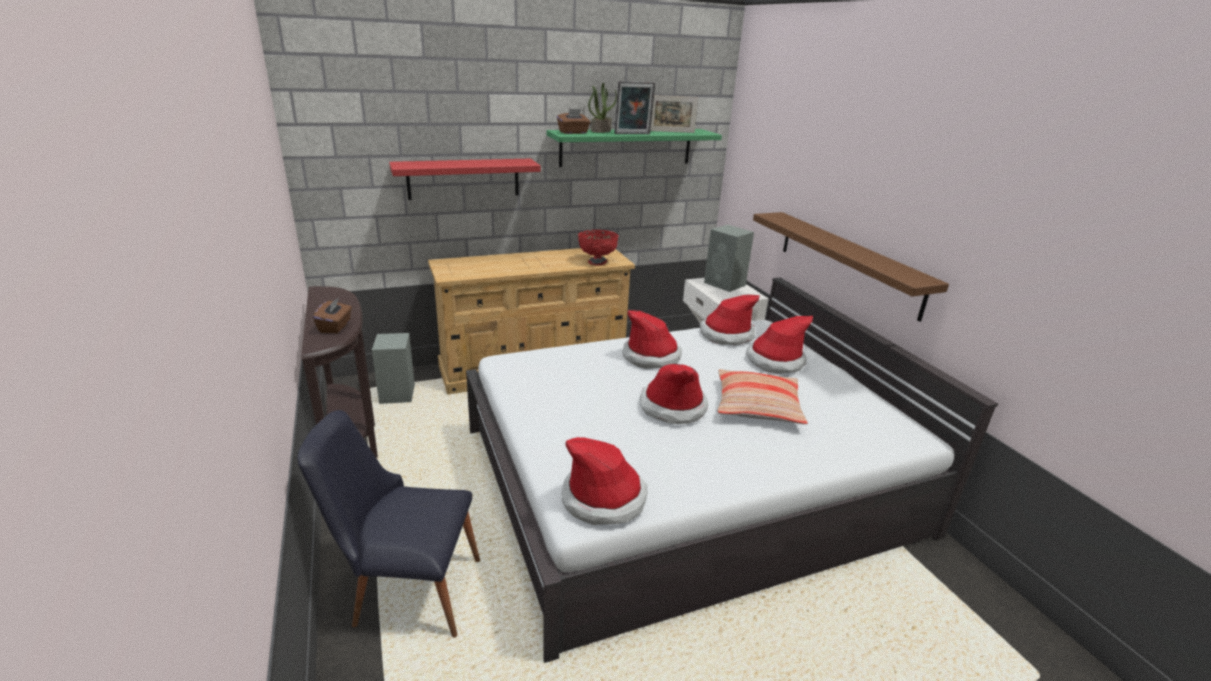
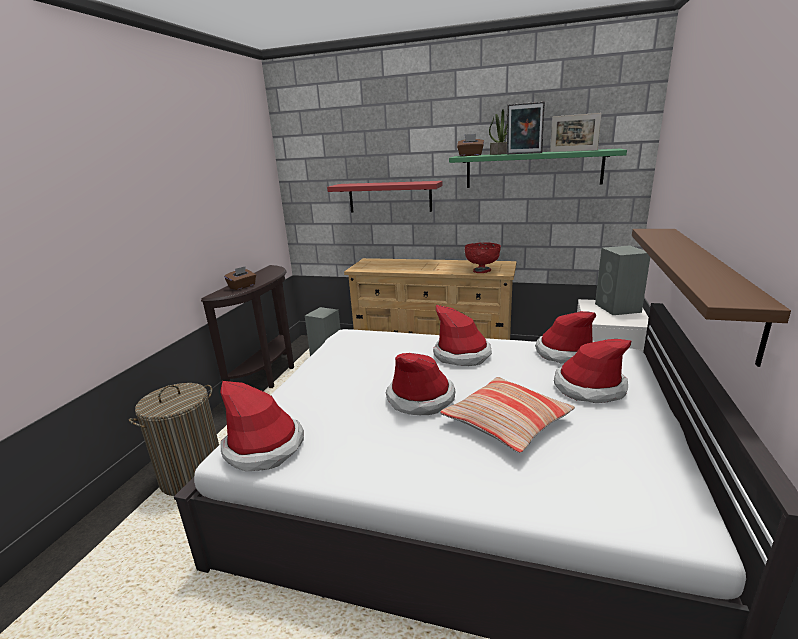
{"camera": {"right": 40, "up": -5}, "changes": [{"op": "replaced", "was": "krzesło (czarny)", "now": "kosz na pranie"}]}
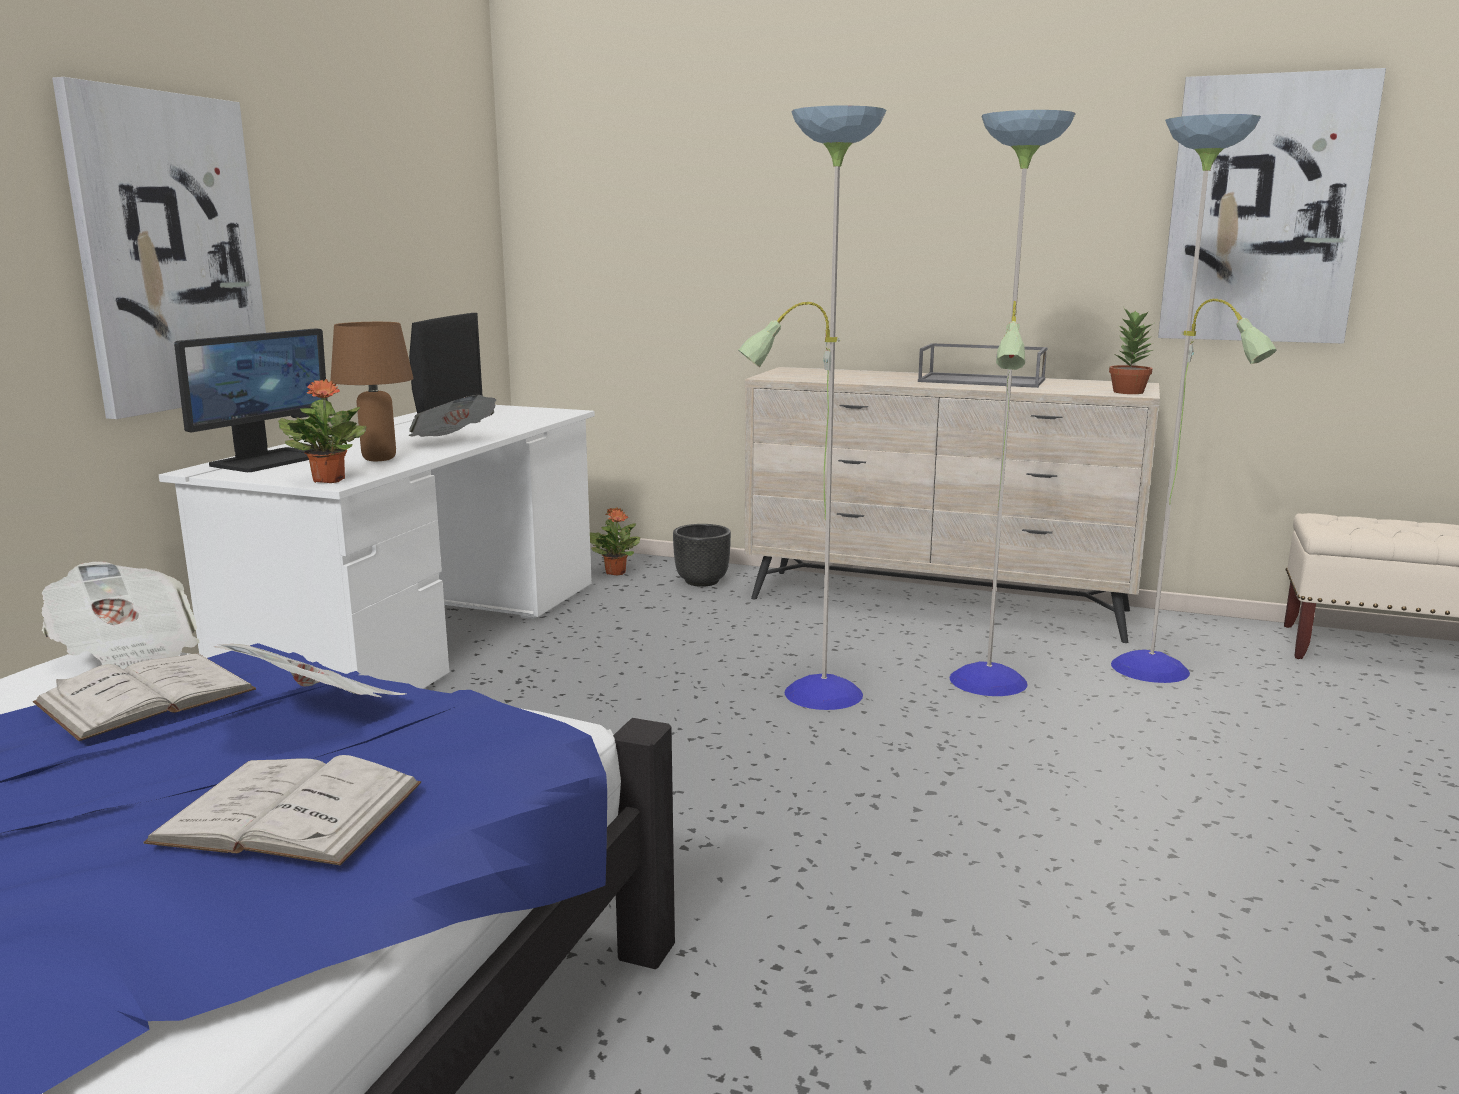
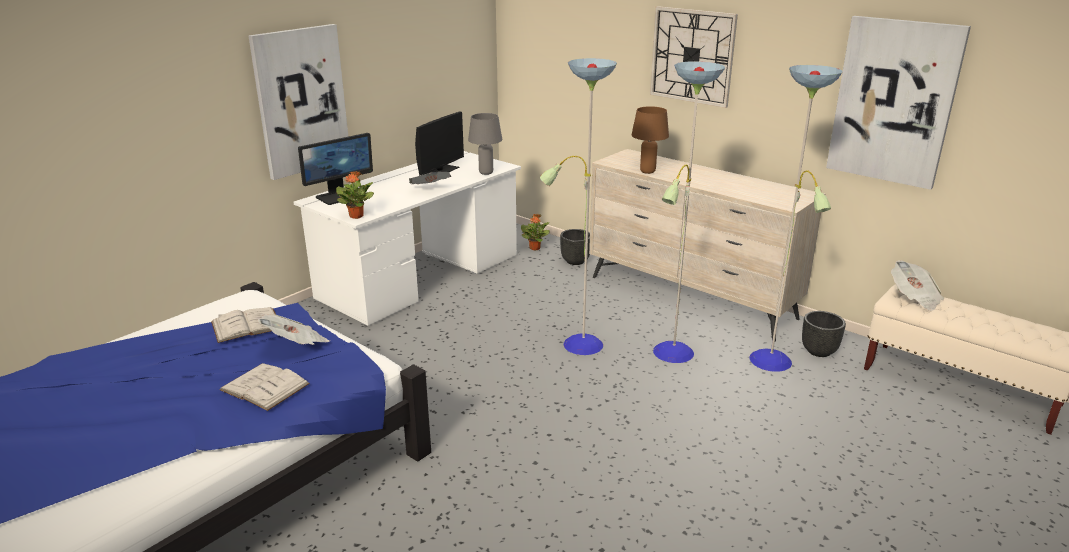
{"camera": {"right": 20, "up": 10}, "changes": [{"op": "moved", "was": "gazeta (1st from left in the first image)", "now": "gazeta (3rd from left)"}, {"op": "moved", "was": "lampa stołowa (brązowy)"}, {"op": "removed", "was": "taca (szary)"}, {"op": "removed", "was": "roślina doniczkowa (3rd from left)"}, {"op": "added", "now": "lampa stołowa (szary)"}, {"op": "added", "now": "zegar ścienny"}, {"op": "added", "now": "donica (czarny) (2nd from left)"}]}
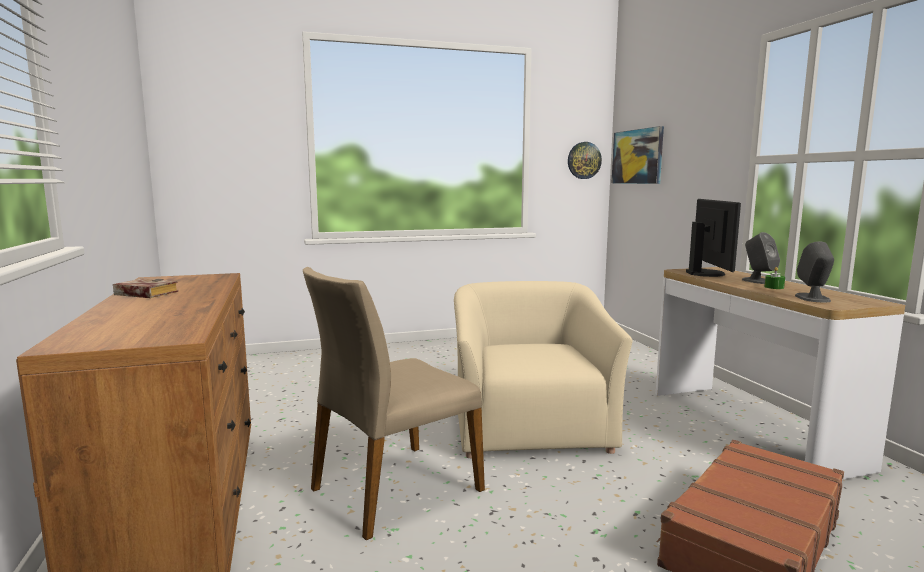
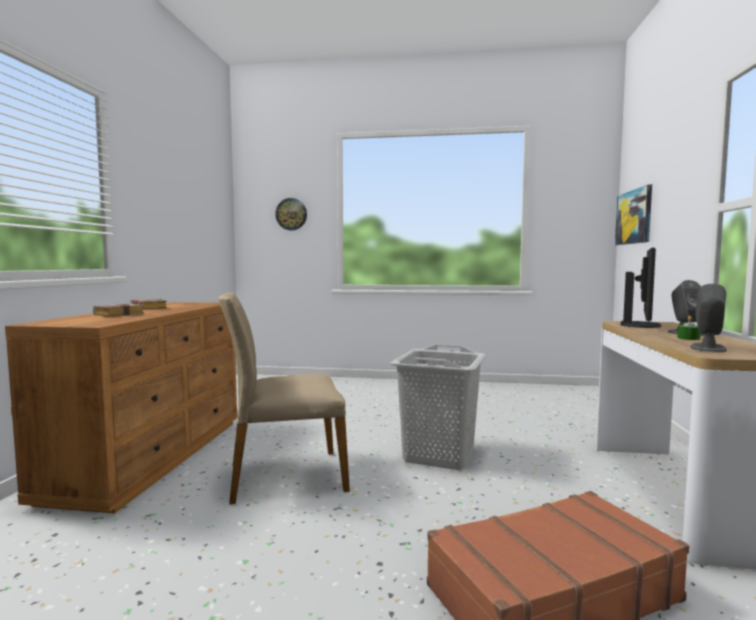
{"camera": {"right": 25, "up": -5}, "changes": [{"op": "replaced", "was": "fotel (beżowy)", "now": "kosz na pranie (szary)"}, {"op": "moved", "was": "zegar ścienny"}, {"op": "added", "now": "książka (1st from left)"}]}
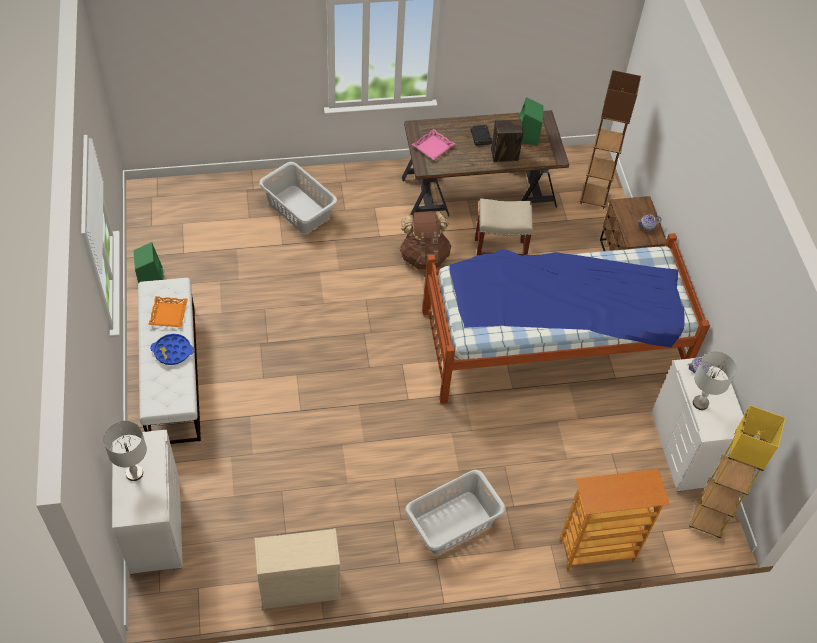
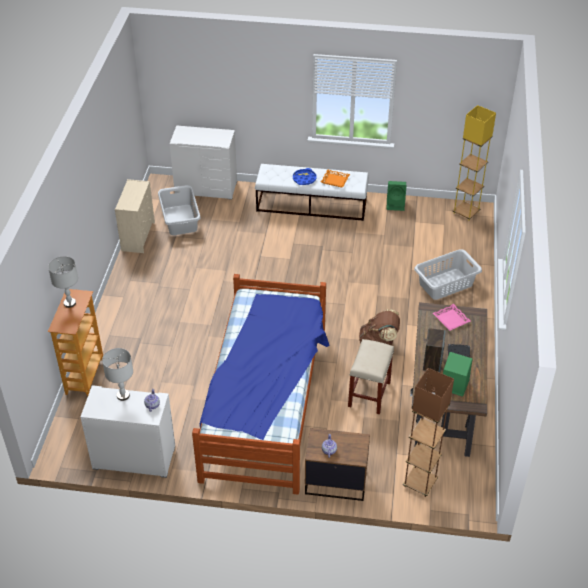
{"camera": {"right": 110, "up": -10}, "changes": [{"op": "moved", "was": "lampa stołowa (szary) (1st from left)"}, {"op": "moved", "was": "kosz na pranie (szary) (2nd from left in the first image)", "now": "kosz na pranie (szary) (1st from left)"}, {"op": "moved", "was": "lampa stojąca (żółty)"}]}
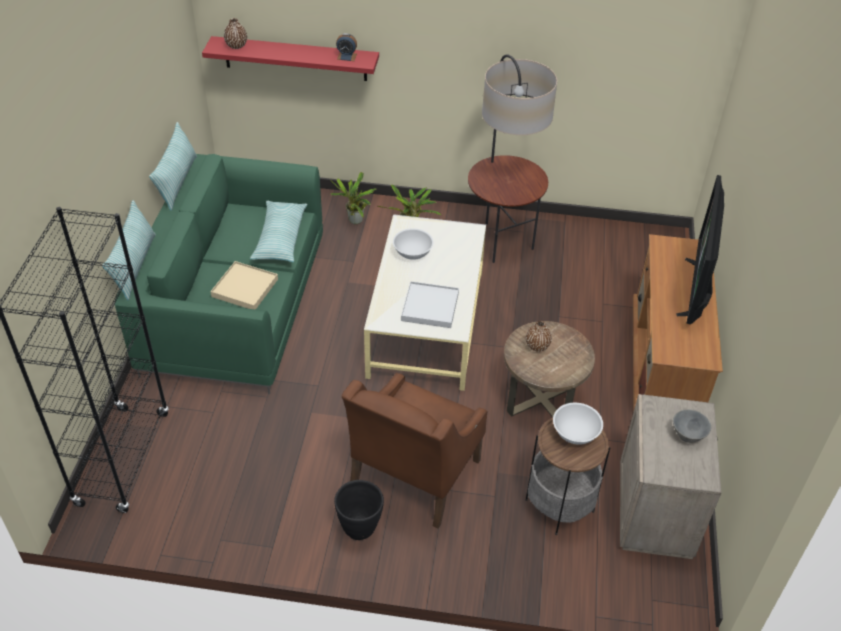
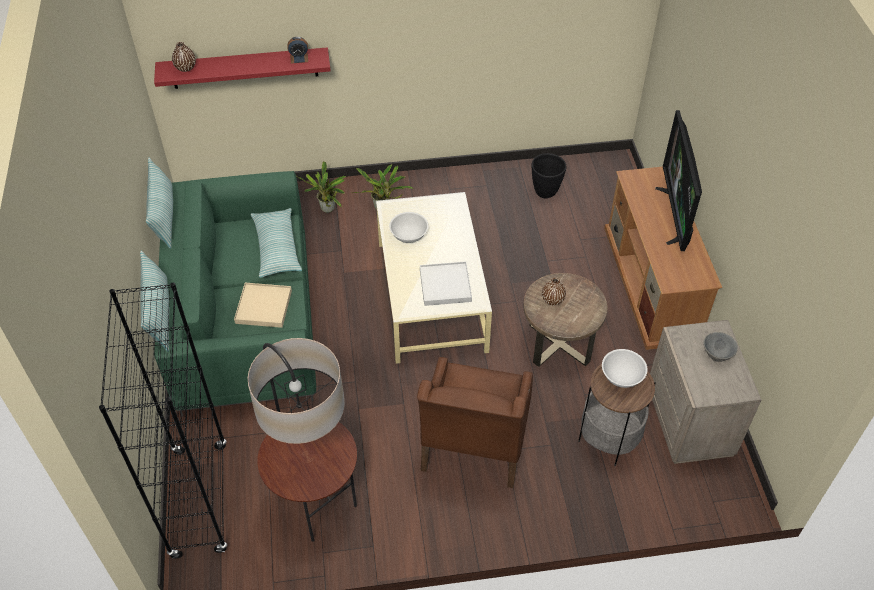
{"camera": {"right": -15, "up": 5}, "changes": [{"op": "moved", "was": "donica (czarny)"}, {"op": "moved", "was": "lampa stojąca"}]}
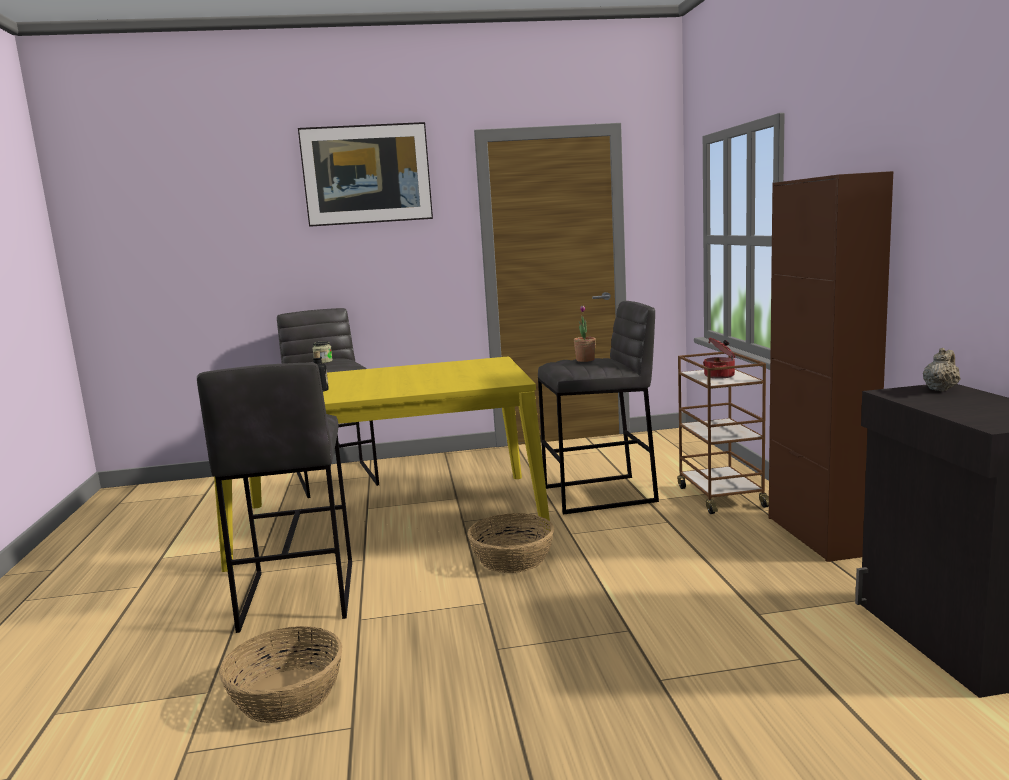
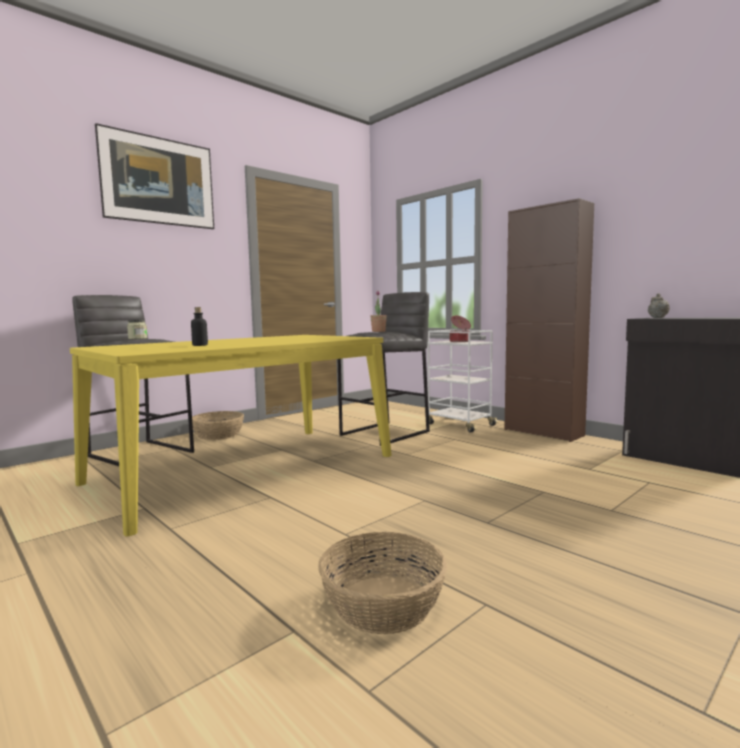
{"camera": {"right": -35, "up": -5}, "changes": [{"op": "removed", "was": "stołek (szary) (1st from left)"}, {"op": "moved", "was": "koszyk (2nd from left in the first image)", "now": "koszyk (1st from left)"}, {"op": "recoloured", "was": "wózek (brązowy)", "now": "wózek (biały)"}]}
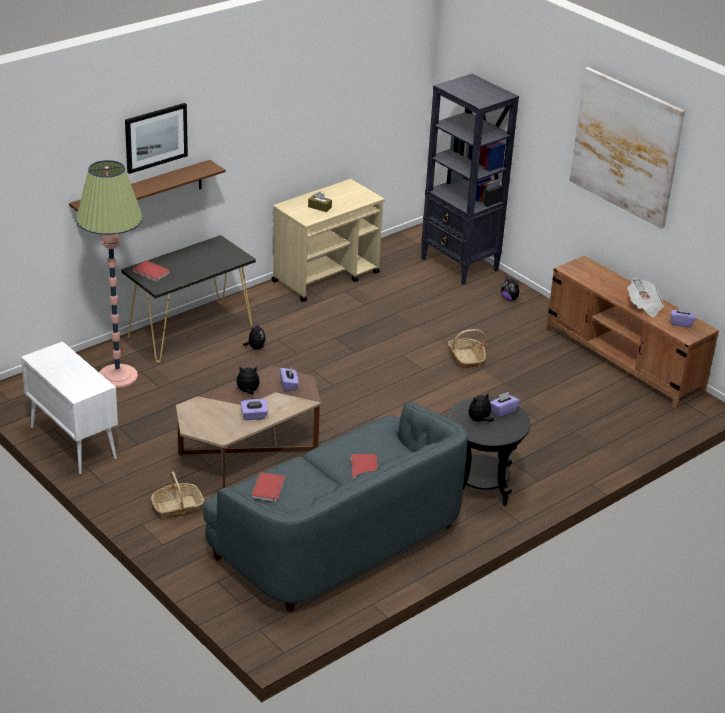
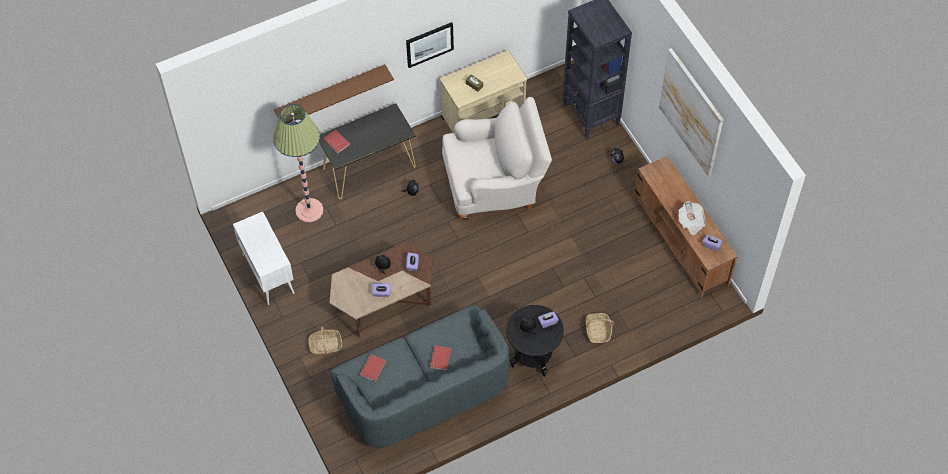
{"camera": {"right": 15, "up": 25}, "changes": [{"op": "moved", "was": "obraz (1st from left)"}, {"op": "moved", "was": "koszyk (2nd from left)"}, {"op": "added", "now": "fotel (biały)"}]}
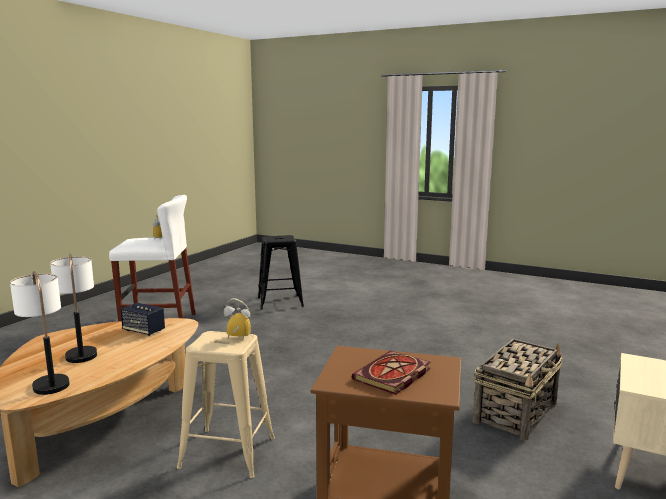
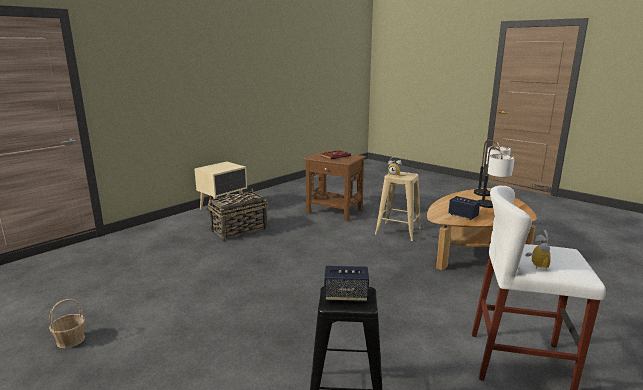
{"camera": {"right": -165, "up": 5}, "changes": [{"op": "added", "now": "koszyk (1st from left)"}, {"op": "added", "now": "głośnik (1st from left)"}]}
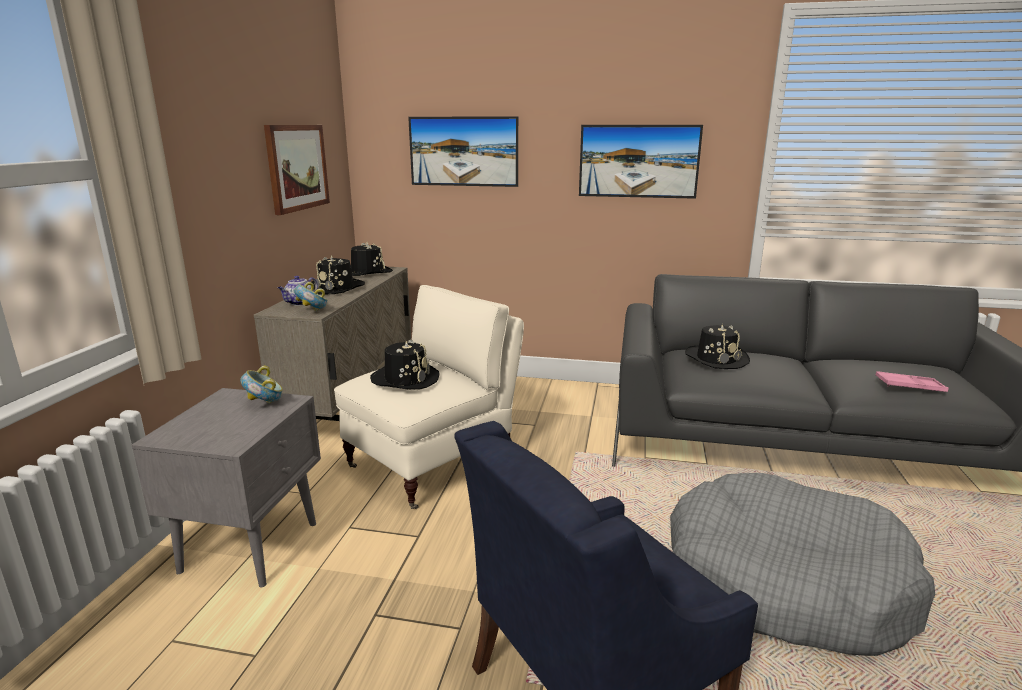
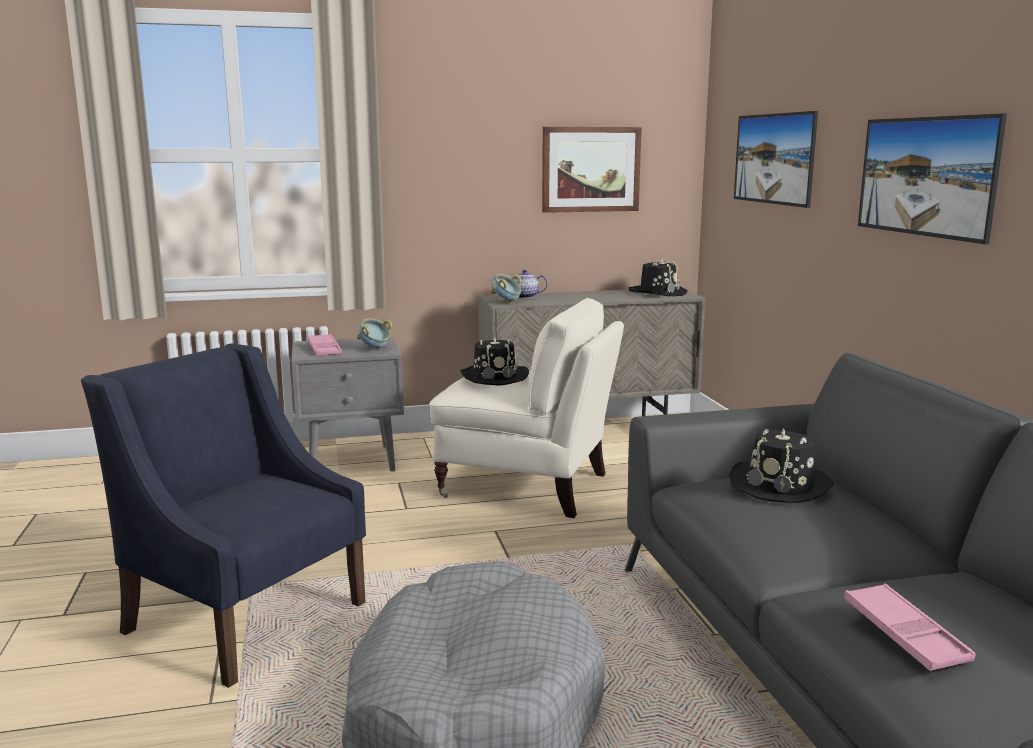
{"camera": {"right": 65, "up": -5}, "changes": [{"op": "removed", "was": "kapelusz (czarny) (1st from left)"}, {"op": "added", "now": "taca (różowy) (1st from left)"}]}
